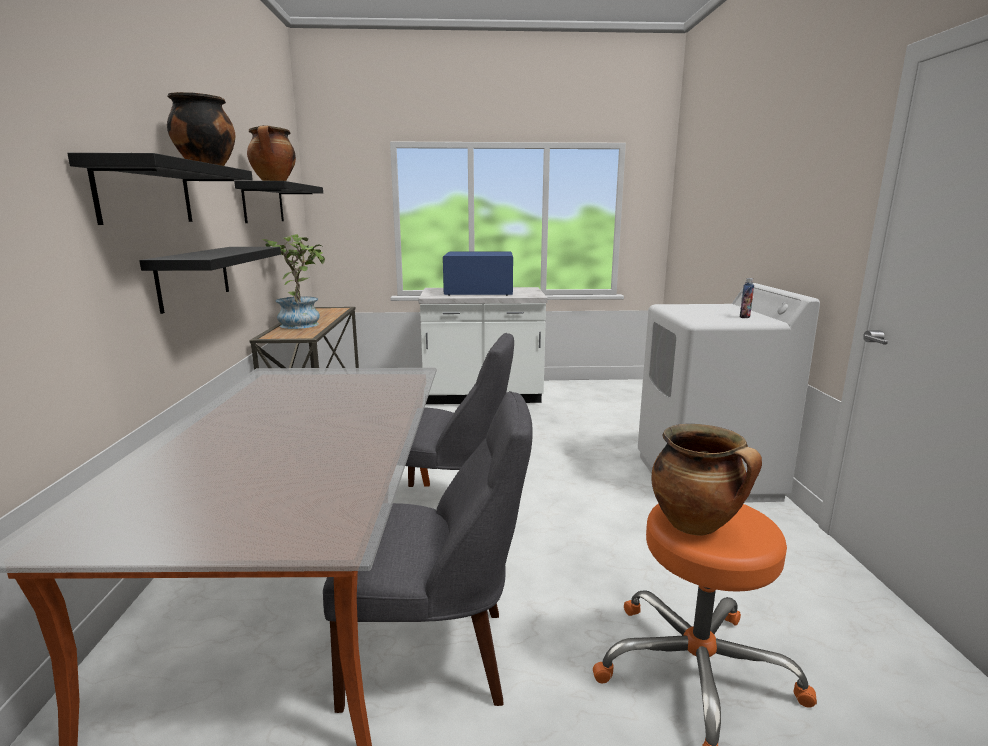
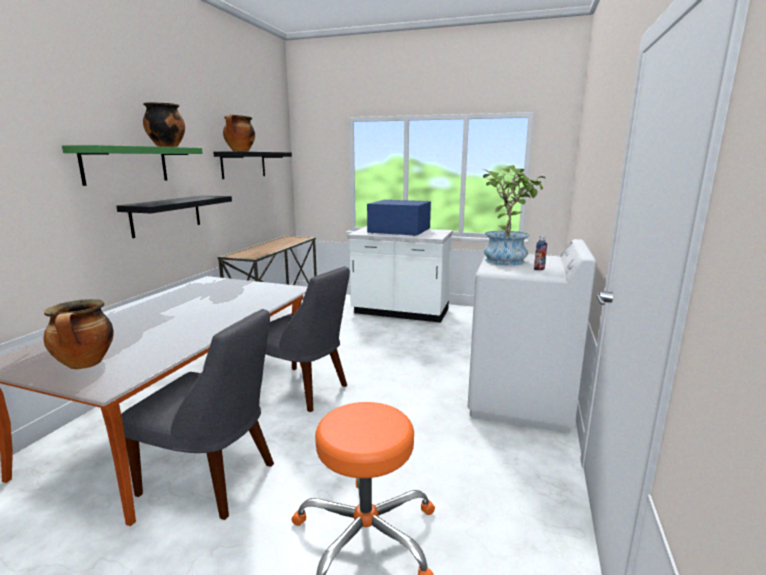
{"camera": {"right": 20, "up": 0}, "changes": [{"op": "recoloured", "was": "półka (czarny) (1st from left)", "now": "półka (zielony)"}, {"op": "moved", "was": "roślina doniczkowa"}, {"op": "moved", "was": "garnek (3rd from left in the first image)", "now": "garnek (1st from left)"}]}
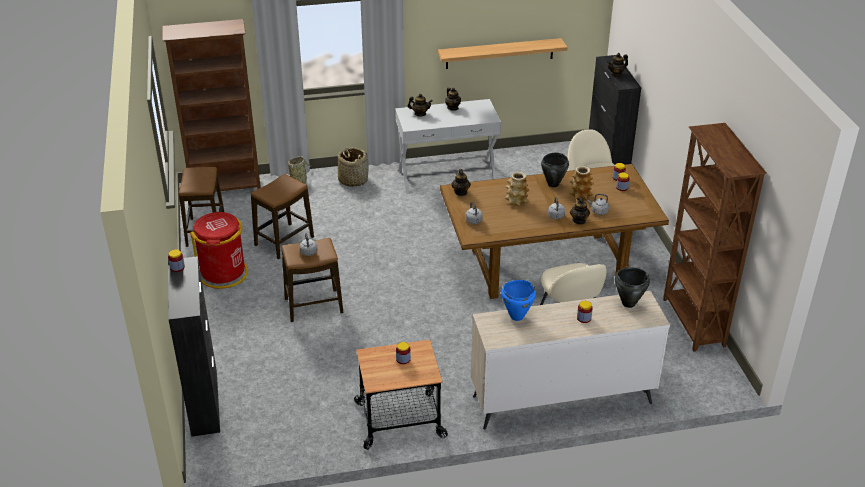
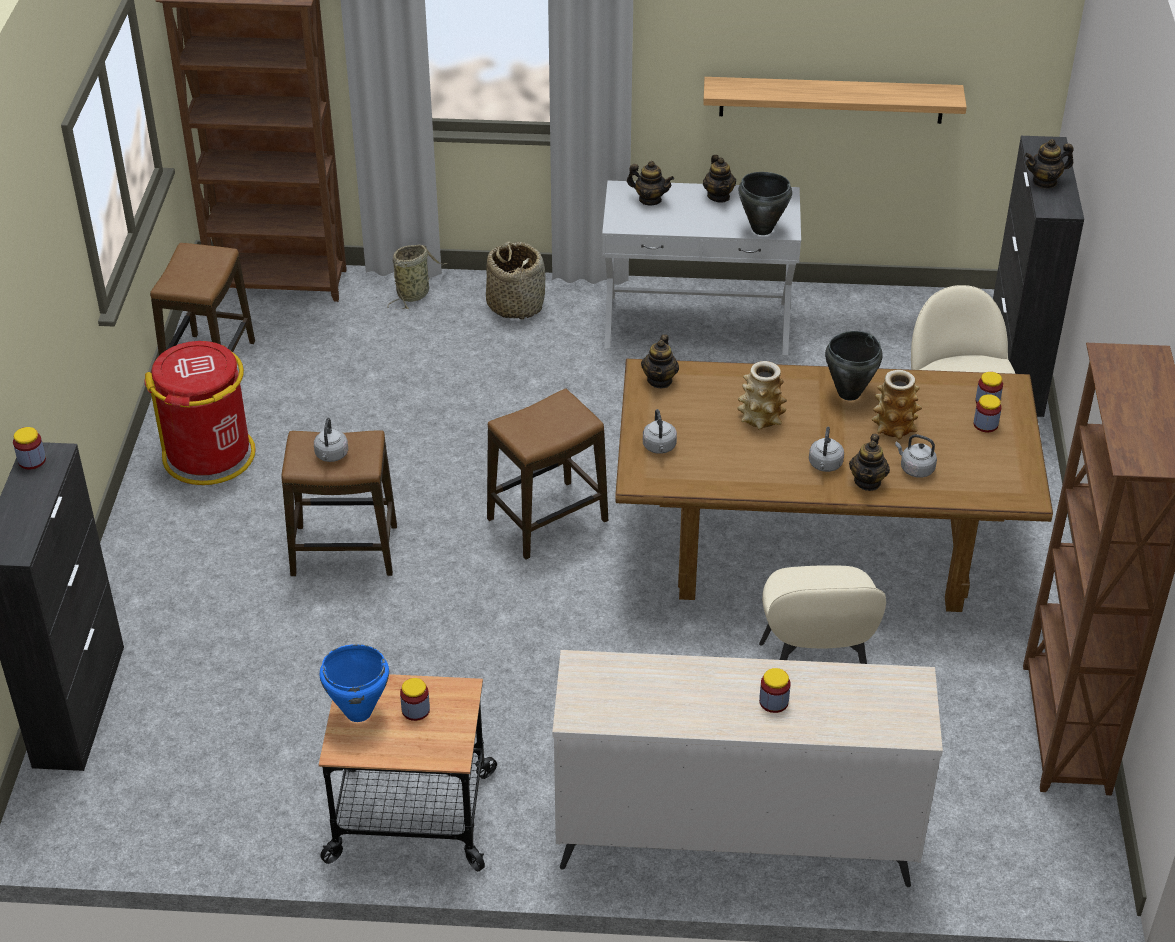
{"camera": {"right": 15, "up": 5}, "changes": [{"op": "moved", "was": "stołek (2nd from left in the first image)", "now": "stołek (3rd from left)"}, {"op": "moved", "was": "garnek (niebieski)"}, {"op": "moved", "was": "garnek (czarny) (2nd from left in the first image)", "now": "garnek (czarny) (1st from left)"}]}
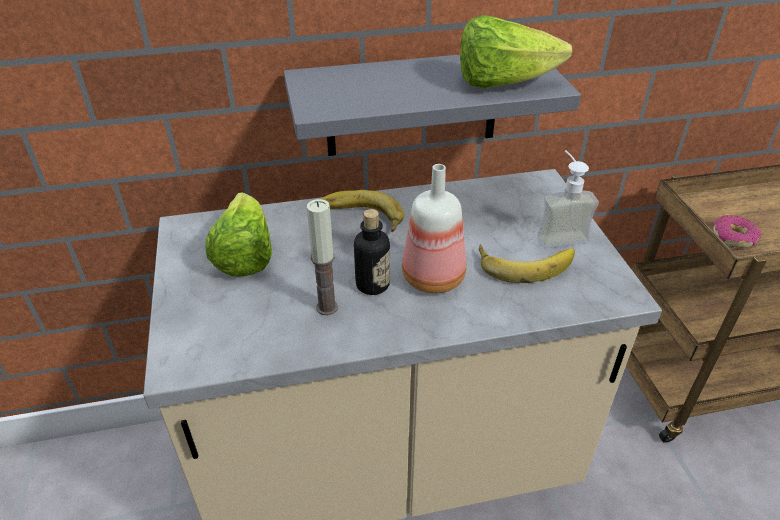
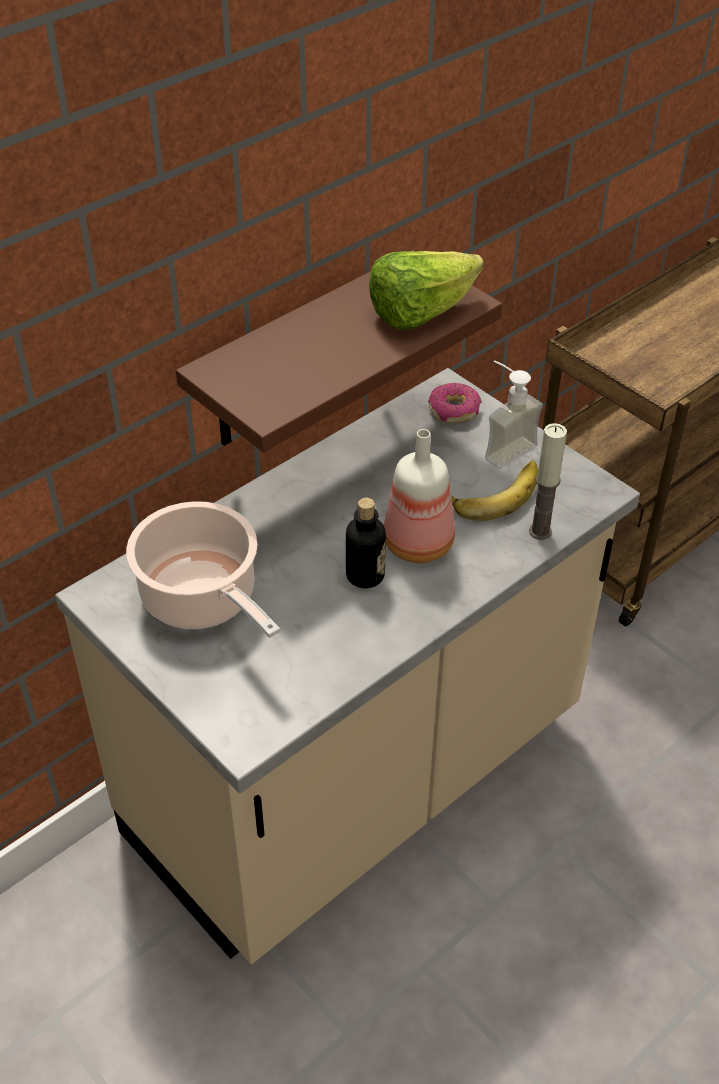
{"camera": {"right": -30, "up": 5}, "changes": [{"op": "replaced", "was": "sałata (1st from left)", "now": "garnek"}, {"op": "recoloured", "was": "półka (szary)", "now": "półka (brązowy)"}, {"op": "moved", "was": "świeca"}, {"op": "removed", "was": "banan (1st from left)"}, {"op": "moved", "was": "donut"}]}
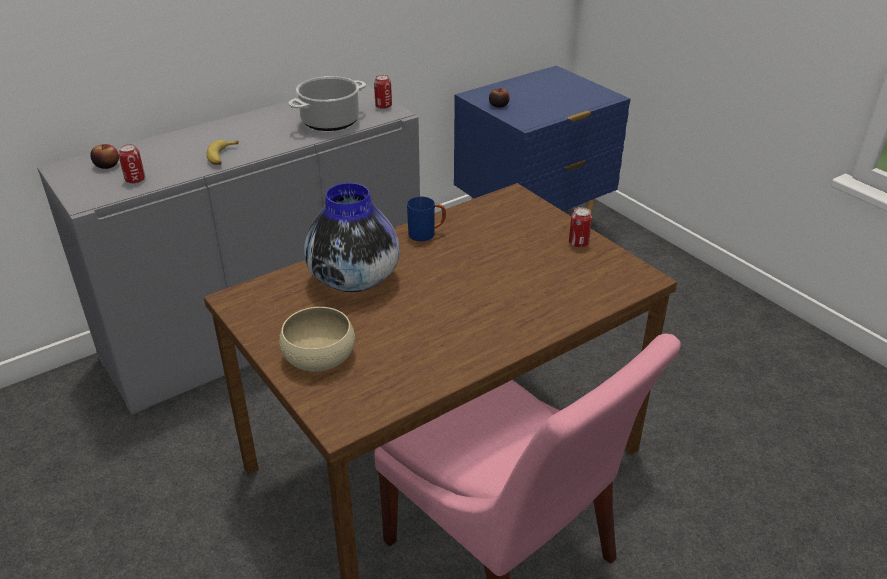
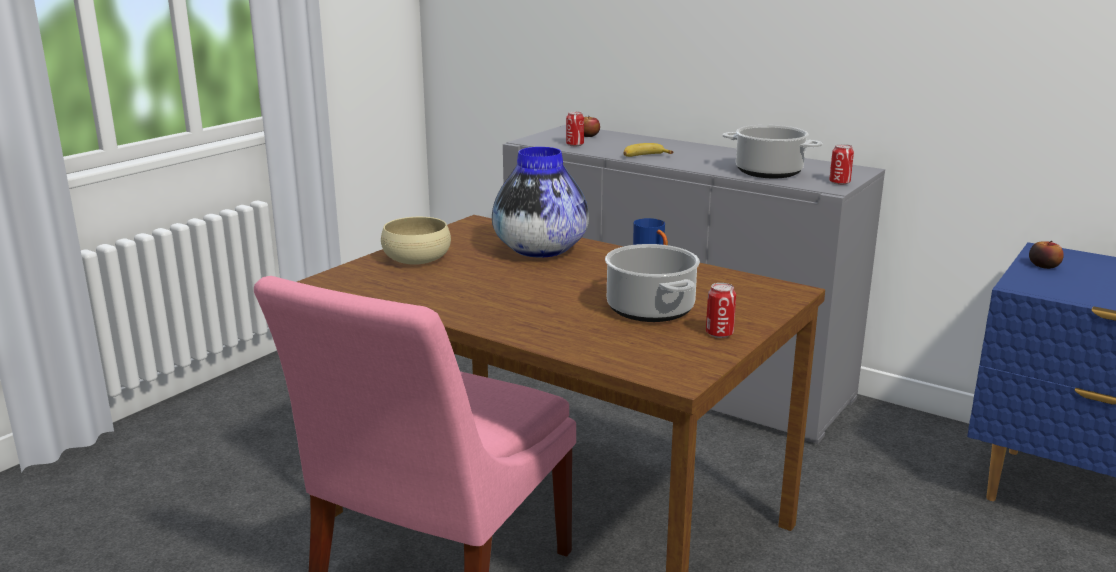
{"camera": {"right": 70, "up": -15}, "changes": [{"op": "added", "now": "garnek (1st from left)"}]}
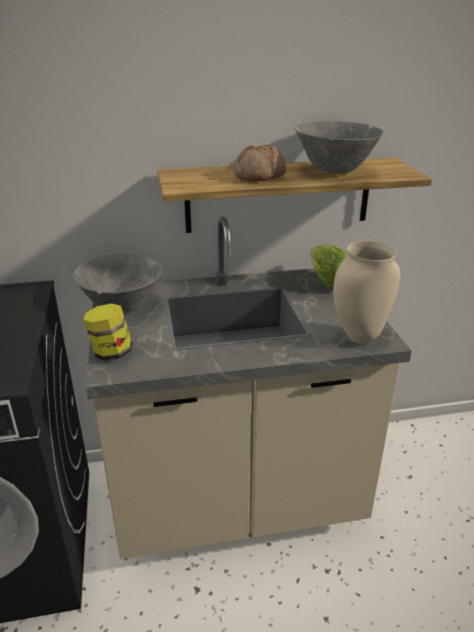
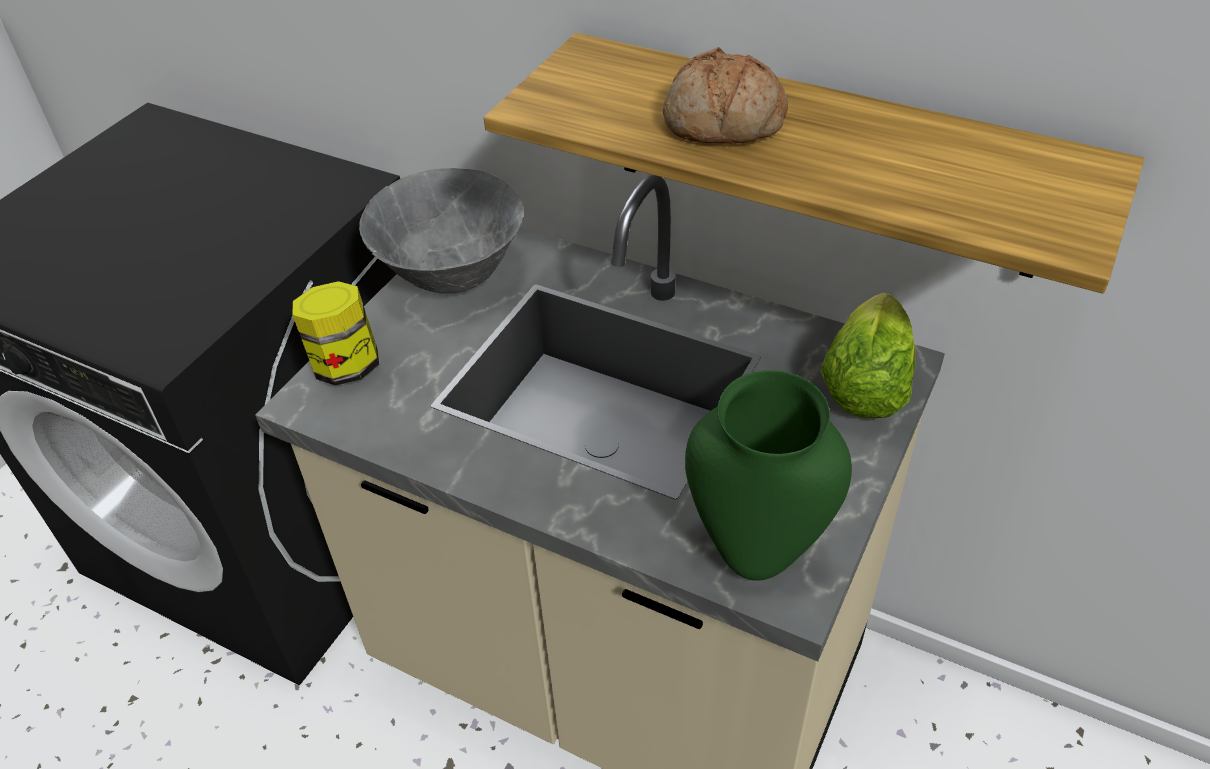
{"camera": {"right": 40, "up": 15}, "changes": [{"op": "removed", "was": "miska (szary) (2nd from left)"}, {"op": "recoloured", "was": "wazon (beżowy)", "now": "wazon (zielony)"}]}
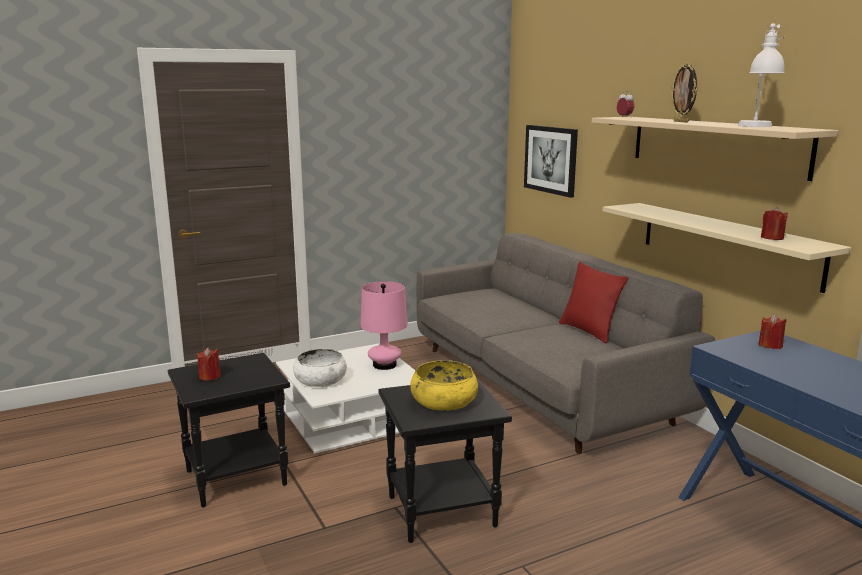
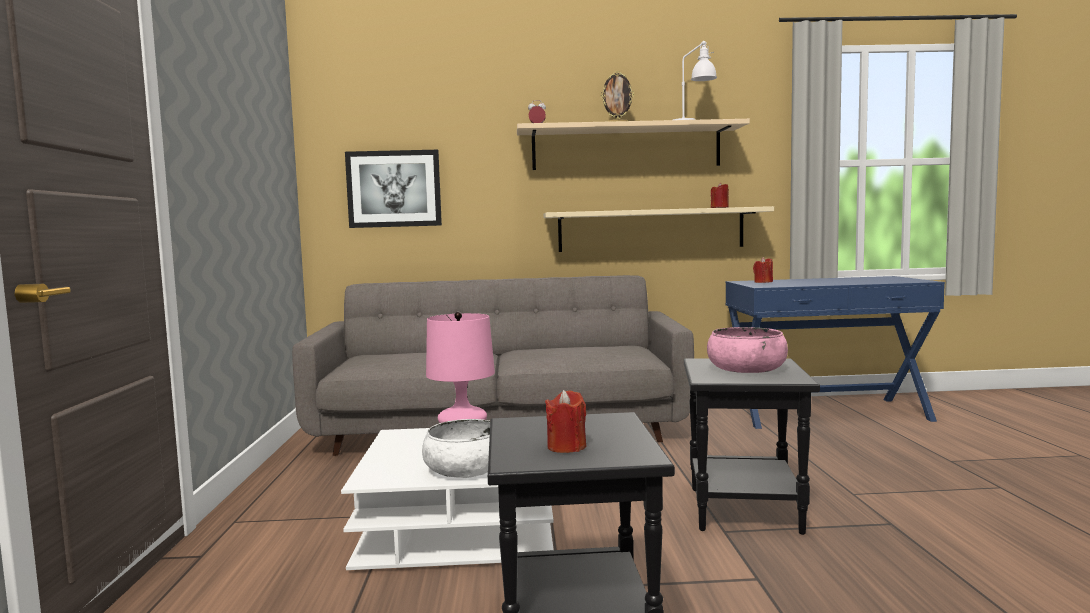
{"camera": {"right": -65, "up": -10}, "changes": [{"op": "recoloured", "was": "miska (żółty)", "now": "miska (różowy)"}, {"op": "removed", "was": "poduszka (czerwony)"}]}
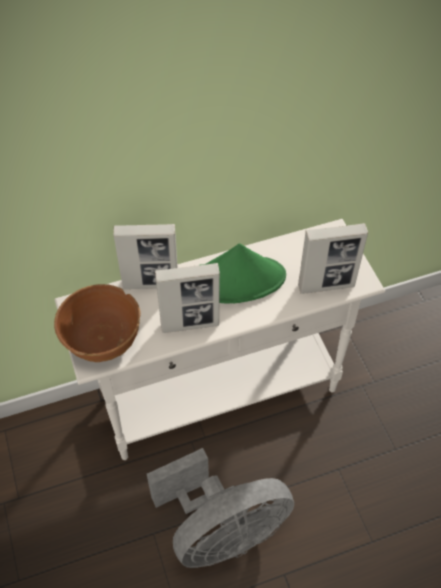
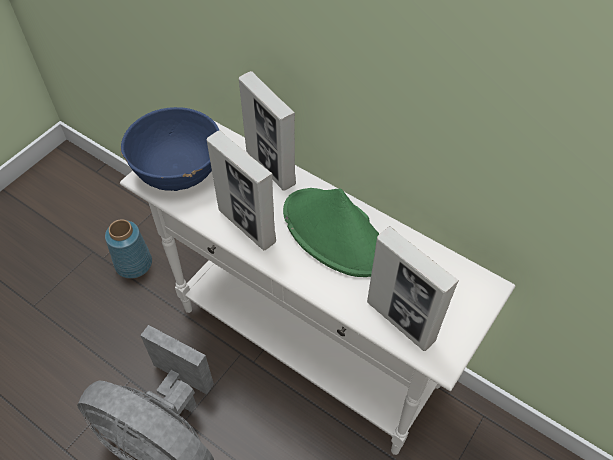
{"camera": {"right": 55, "up": 0}, "changes": [{"op": "recoloured", "was": "miska (brązowy)", "now": "miska (niebieski)"}, {"op": "added", "now": "wazon (niebieski)"}]}
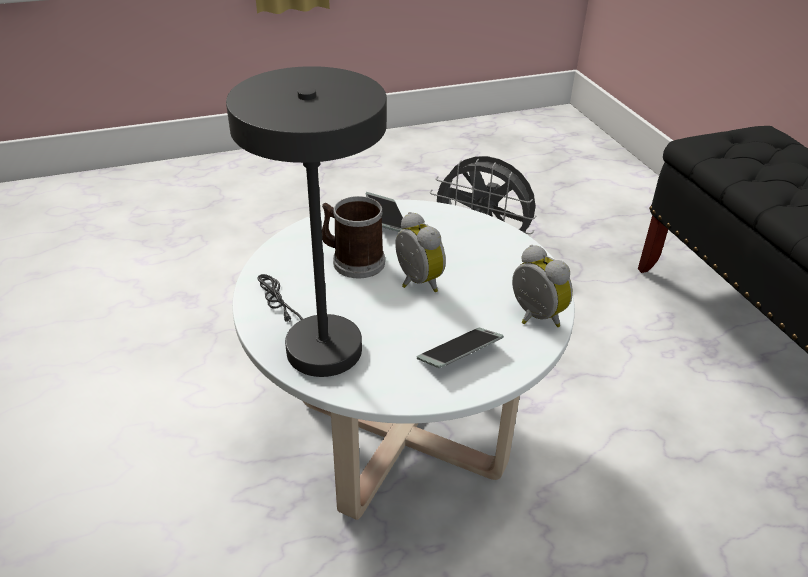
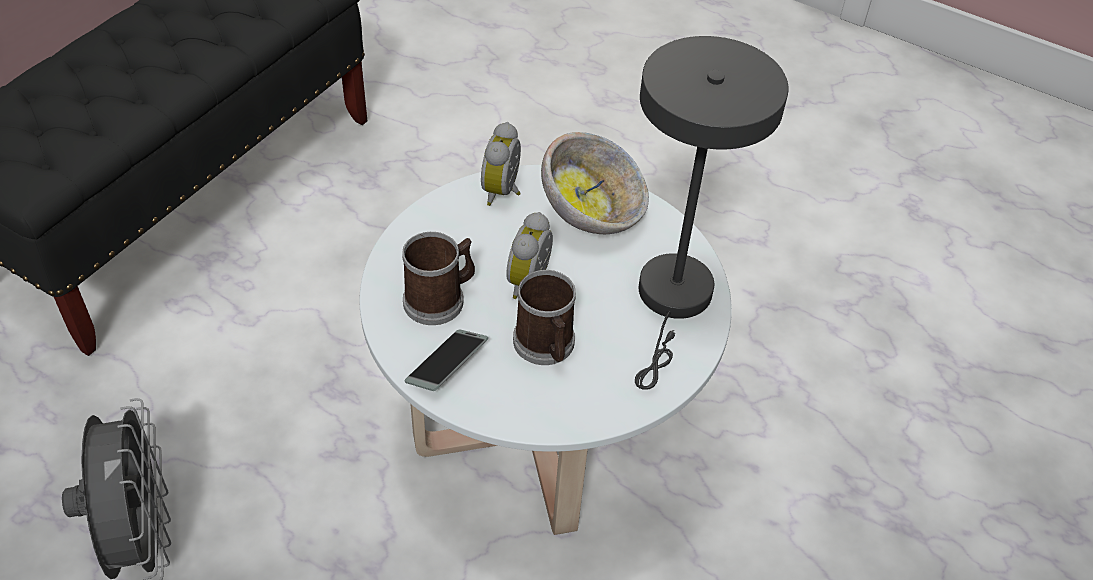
{"camera": {"right": -130, "up": 10}, "changes": [{"op": "replaced", "was": "telefon (2nd from left)", "now": "miska"}, {"op": "added", "now": "kubek (1st from left)"}]}
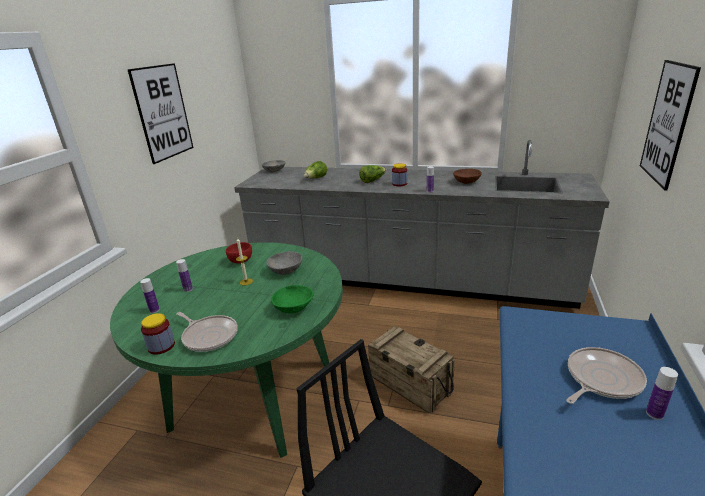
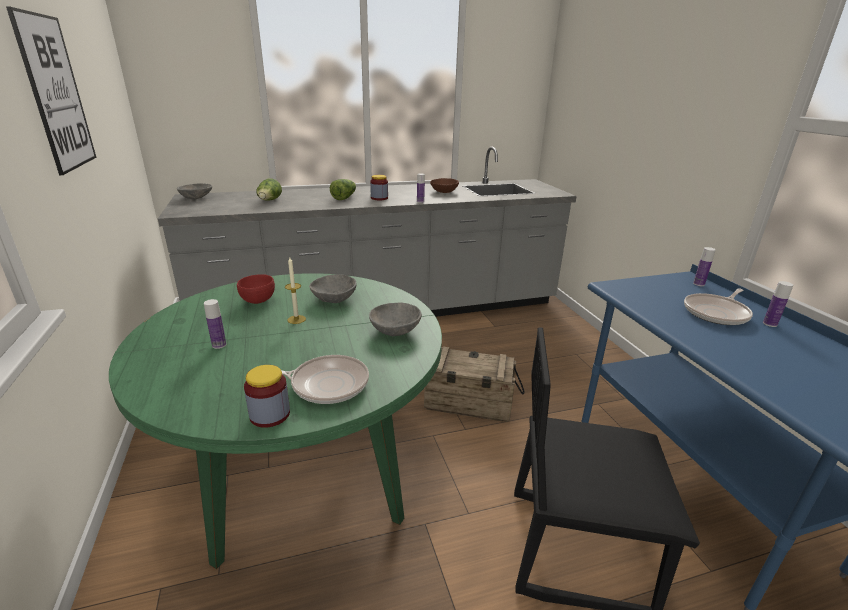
{"camera": {"right": -35, "up": 0}, "changes": [{"op": "moved", "was": "butelka (1st from left in the first image)", "now": "butelka (3rd from left)"}, {"op": "recoloured", "was": "miska (zielony)", "now": "miska (szary) (3rd from left)"}, {"op": "turned", "was": "patelnia (2nd from left)", "clockwise": -150}, {"op": "removed", "was": "obraz (2nd from left)"}]}
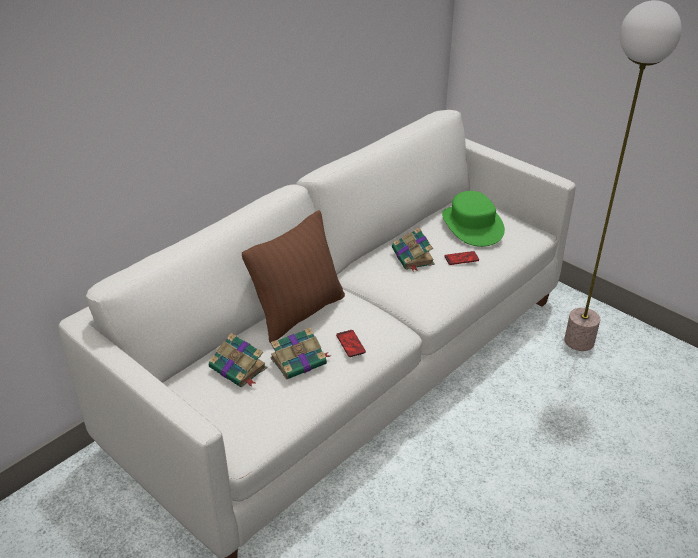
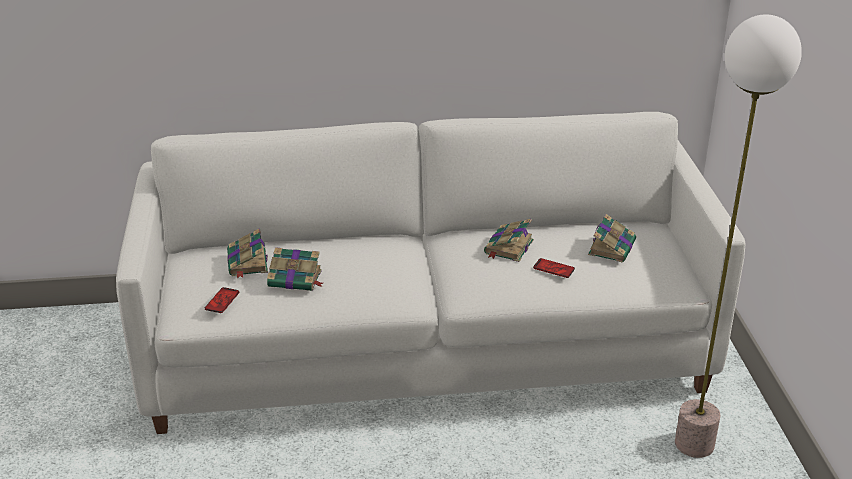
{"camera": {"right": 40, "up": -5}, "changes": [{"op": "removed", "was": "poduszka (brązowy)"}, {"op": "moved", "was": "telefon (1st from left)"}, {"op": "replaced", "was": "kapelusz (zielony)", "now": "książka (4th from left)"}]}
